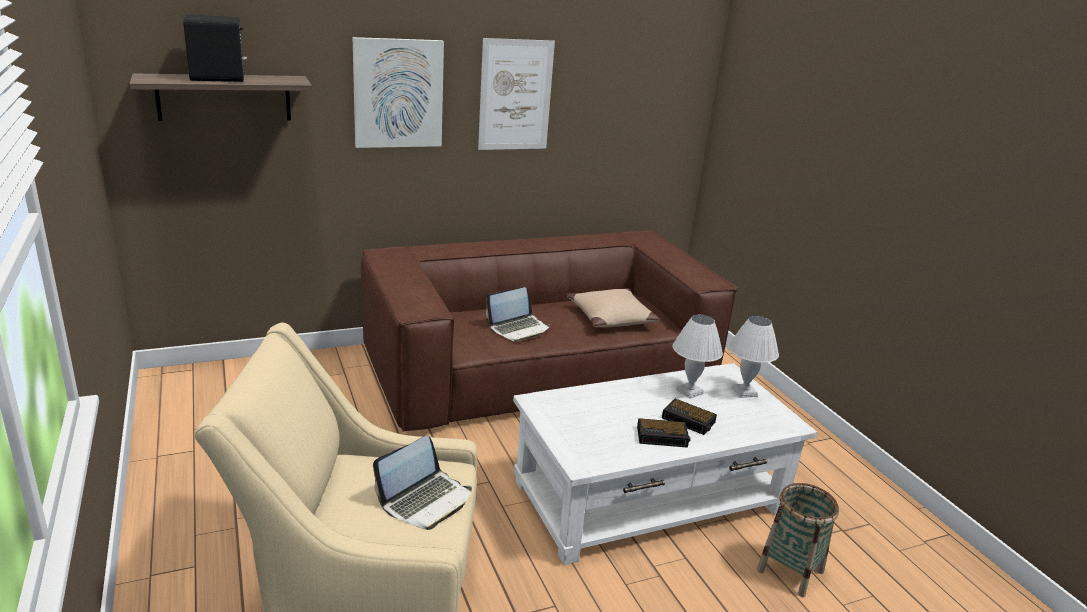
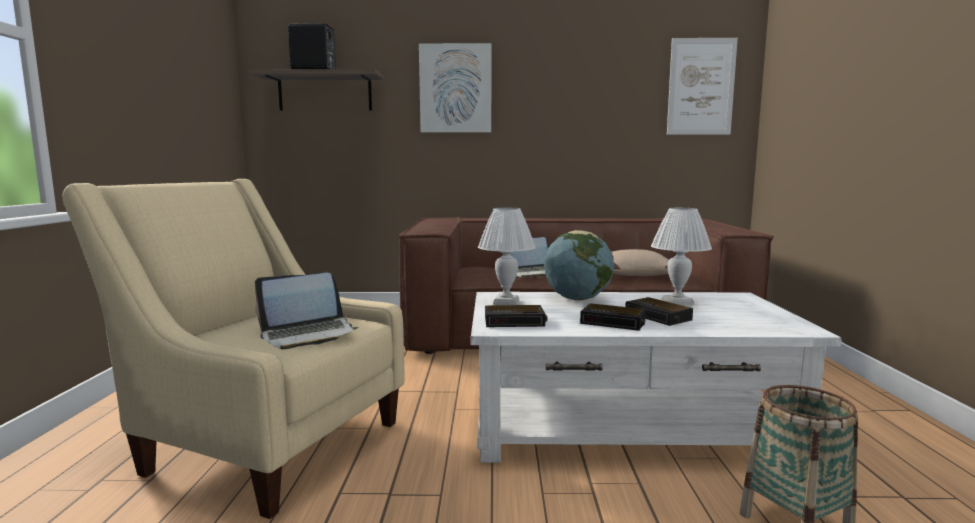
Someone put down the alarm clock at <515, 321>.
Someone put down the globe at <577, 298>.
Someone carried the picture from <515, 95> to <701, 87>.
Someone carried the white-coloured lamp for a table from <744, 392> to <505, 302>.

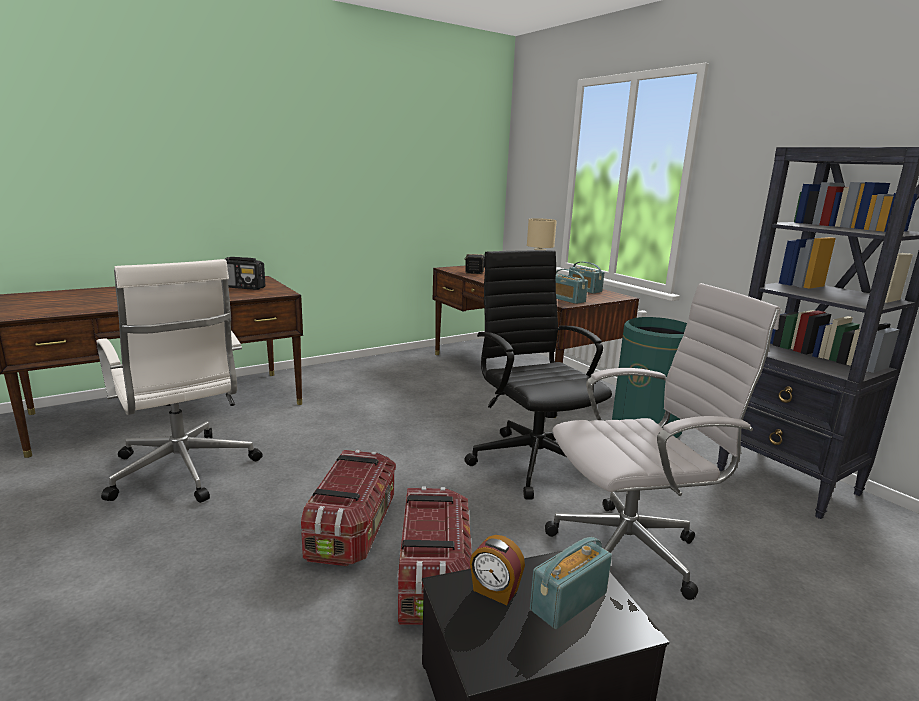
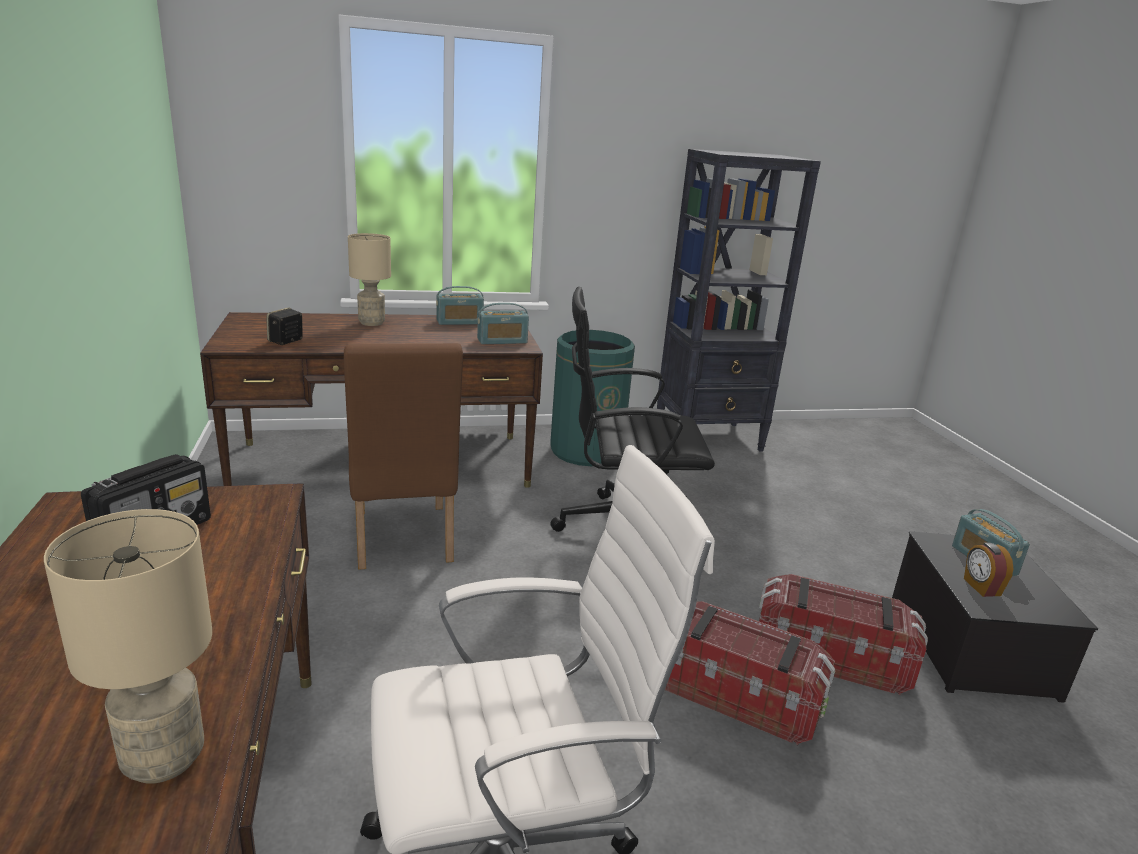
Someone took away the white-coloured desk chair at <632, 551>.
Someone put down the sand-coloured lamp for a table at <164, 759>.
Someone put down the brownish chair at <402, 542>.
Someone rotated the alarm clock at <495, 591> by 120 degrees clockwise.

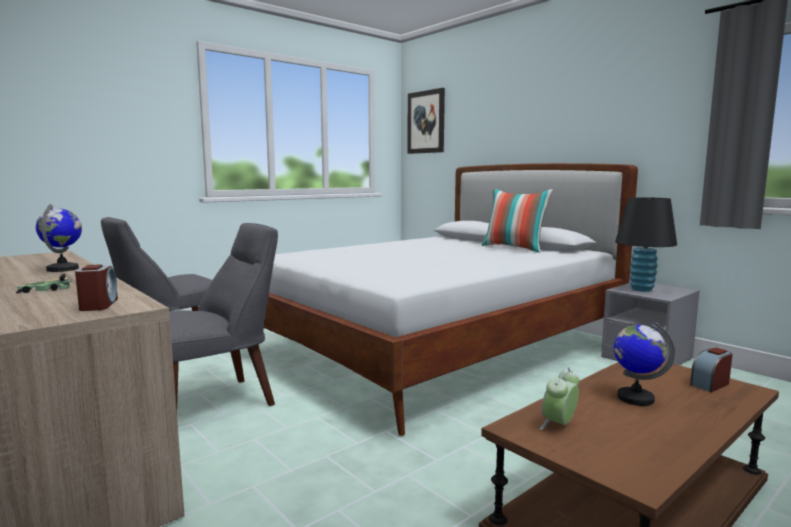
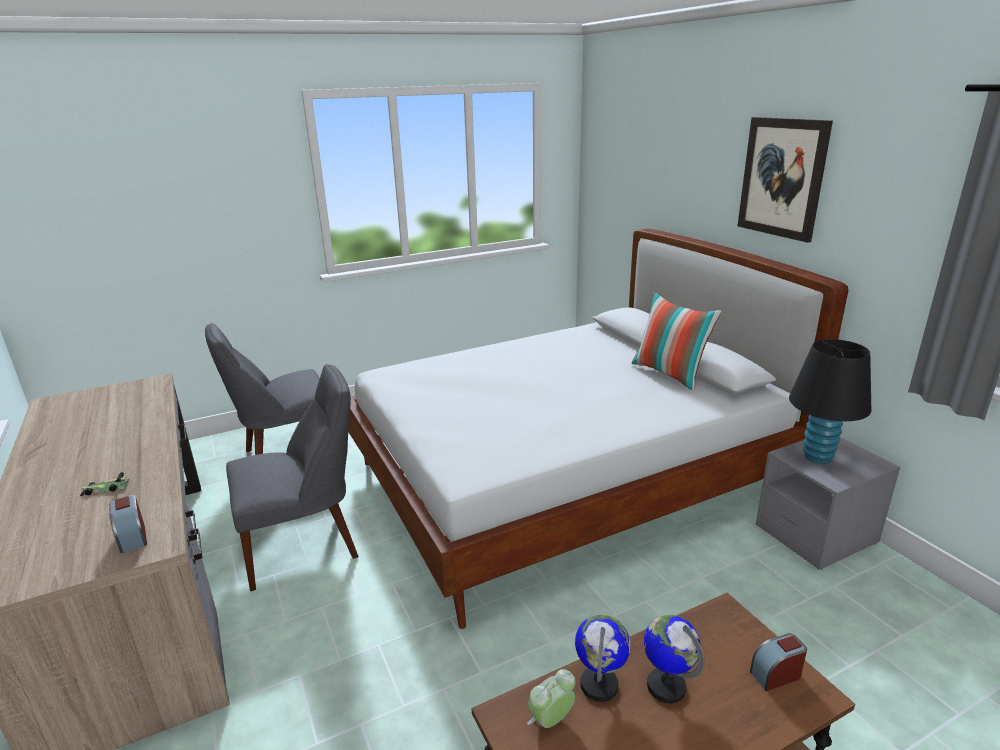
Someone carried the globe from <63, 269> to <599, 685>.
Someone carried the picture from <426, 122> to <782, 178>.
Someone rotated the alarm clock at <99, 305> by 150 degrees clockwise.

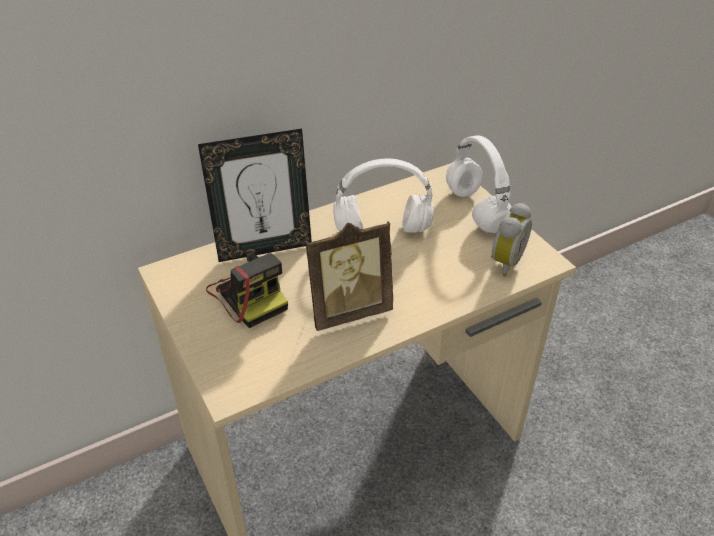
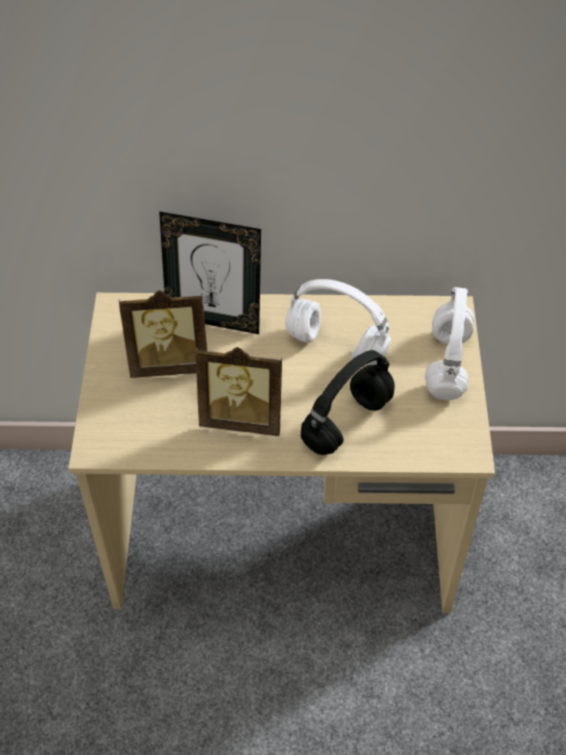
Someone took away the alarm clock at <504, 262>.
Someone put down the black pair of headphones at <347, 421>.
Someone swapped the still camera at <249, 295> for the standing frame at <169, 363>.

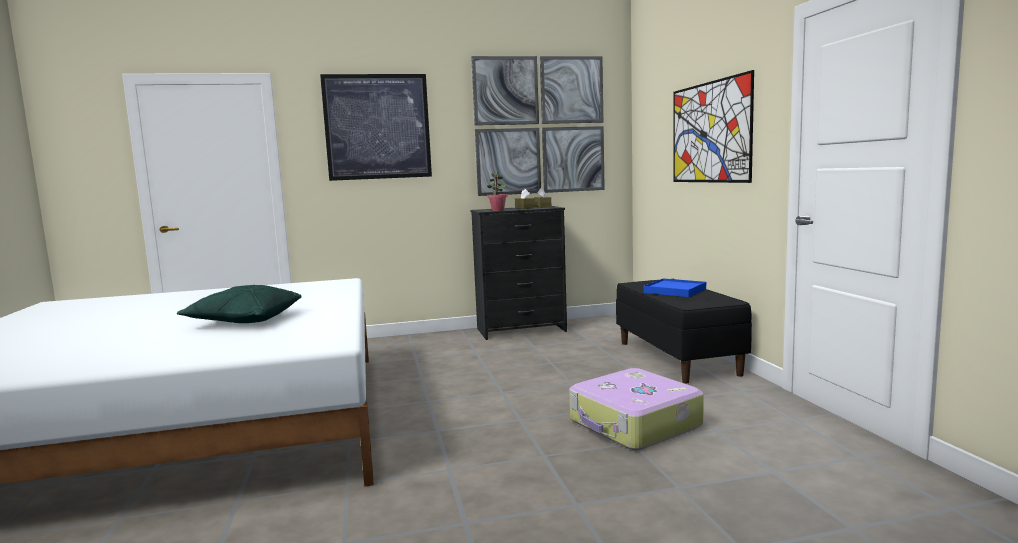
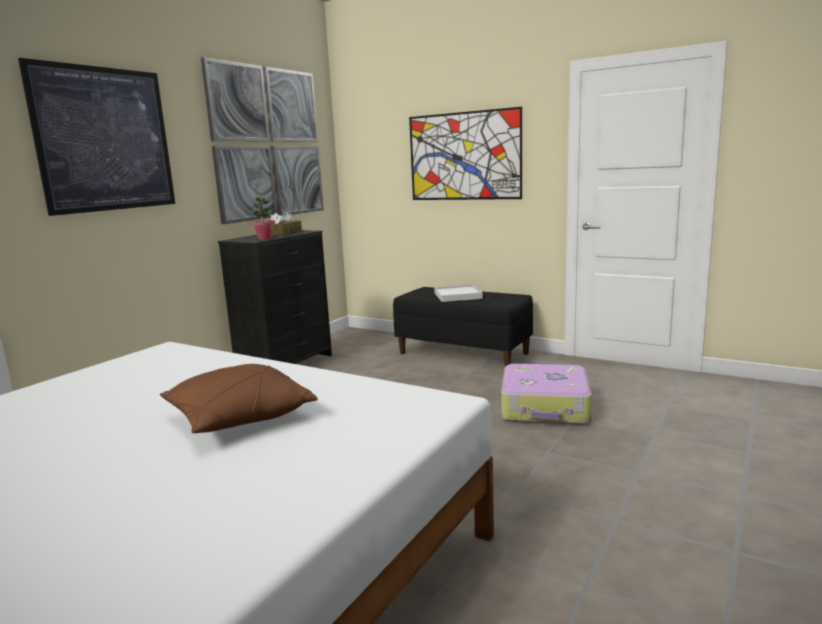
Someone repainted the green pillow at <244, 320>, which became the brownish pillow at <238, 418>.
Someone repainted the blue-coloured serving tray at <674, 290>, which became the white-coloured serving tray at <457, 296>.

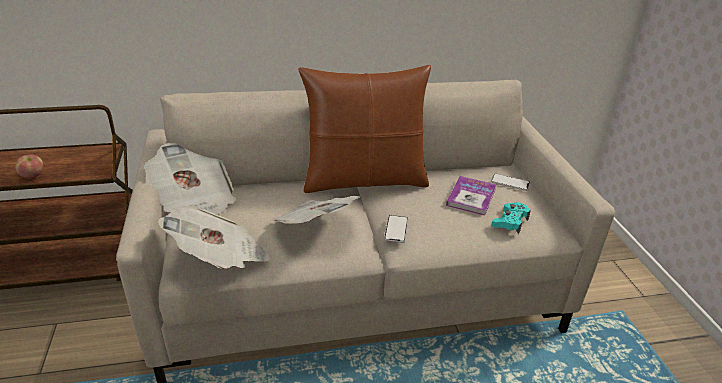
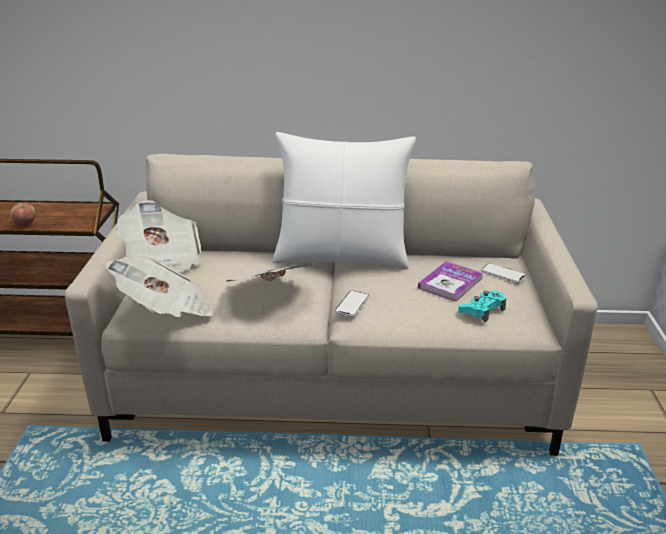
Someone repainted the brownish pillow at <364, 180>, which became the white-coloured pillow at <342, 257>.

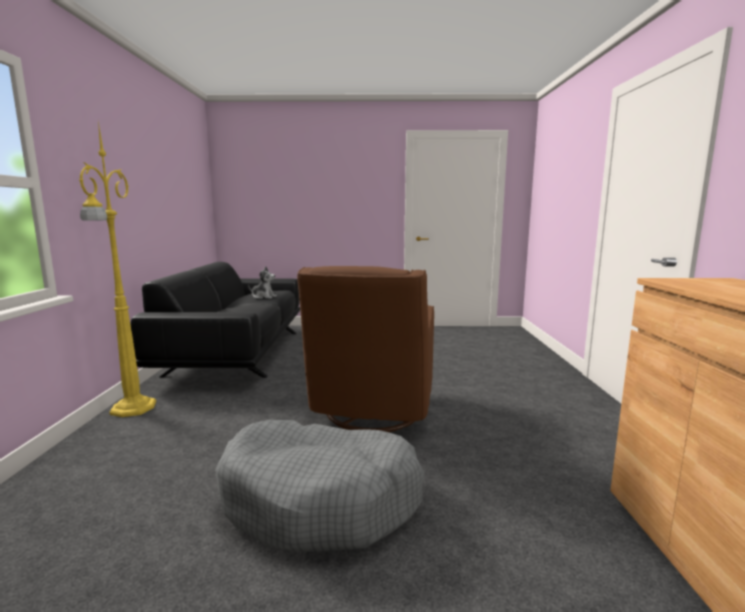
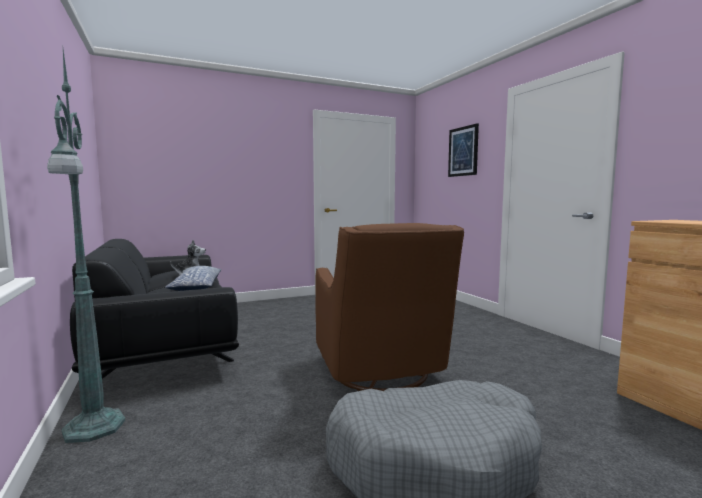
Someone put down the pillow at <196, 287>.
Someone put up the picture at <463, 151>.
Someone repainted the yellowish standard lamp at <132, 409>, which became the green standard lamp at <93, 428>.

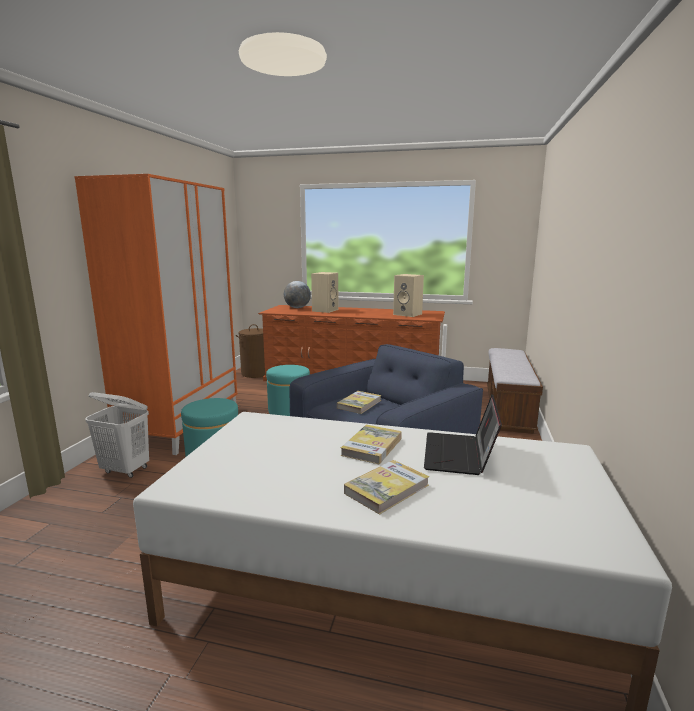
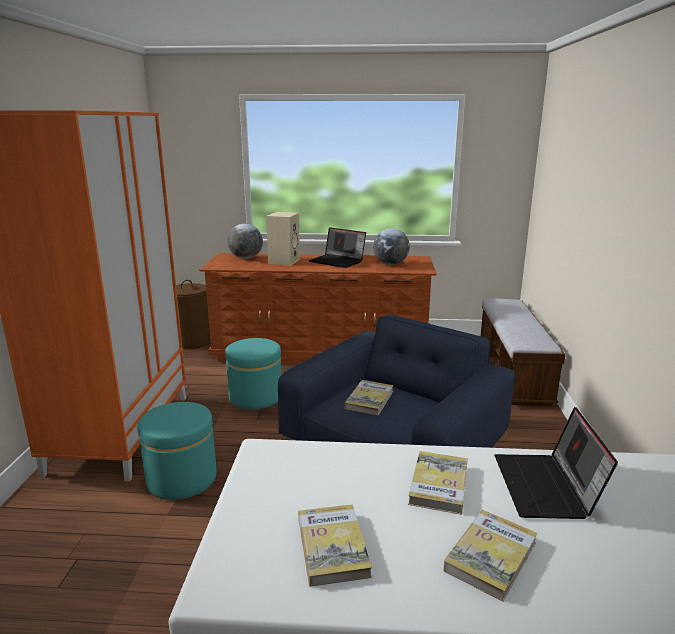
Someone took away the white-coloured laundry basket at <125, 470>.
Someone put down the volume at <332, 547>.
Someone put down the portable computer at <338, 261>.
Someone swapped the sand-coloured loudspeaker at <408, 314> for the globe at <390, 264>.

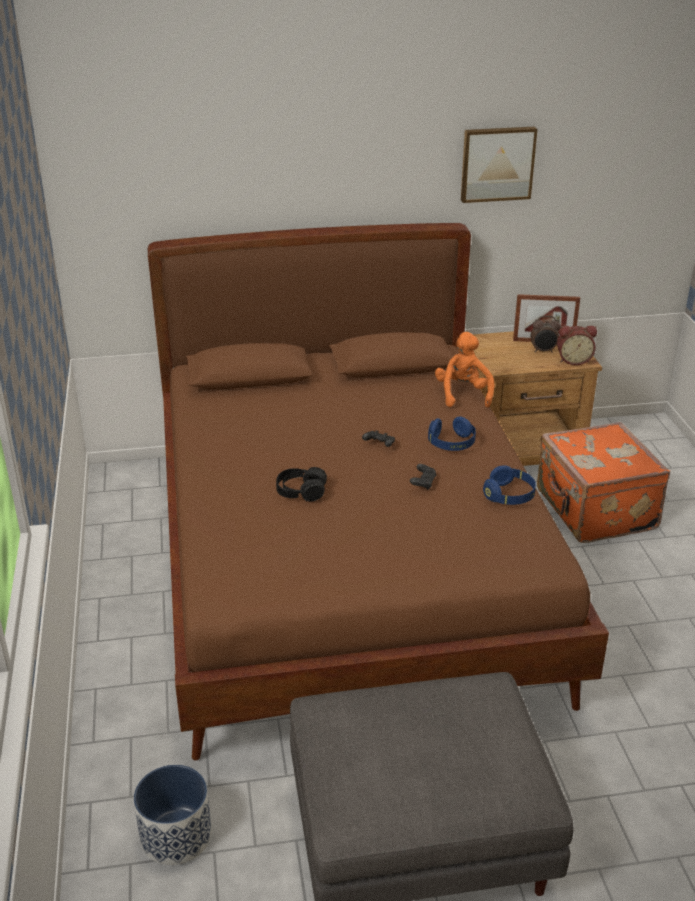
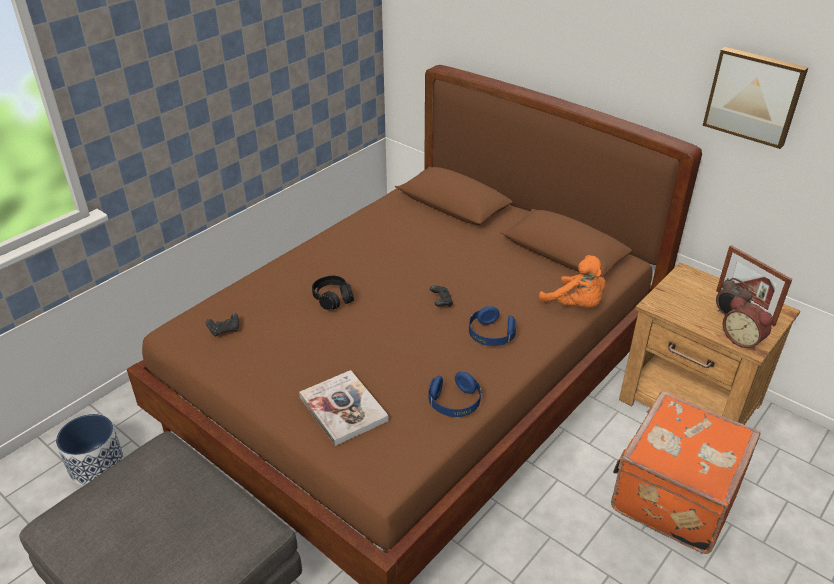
Someone put down the volume at <343, 409>.
Someone carried the black game controller from <423, 483> to <224, 330>.
Someone rotated the orange plush toy at <463, 394> by 90 degrees clockwise.

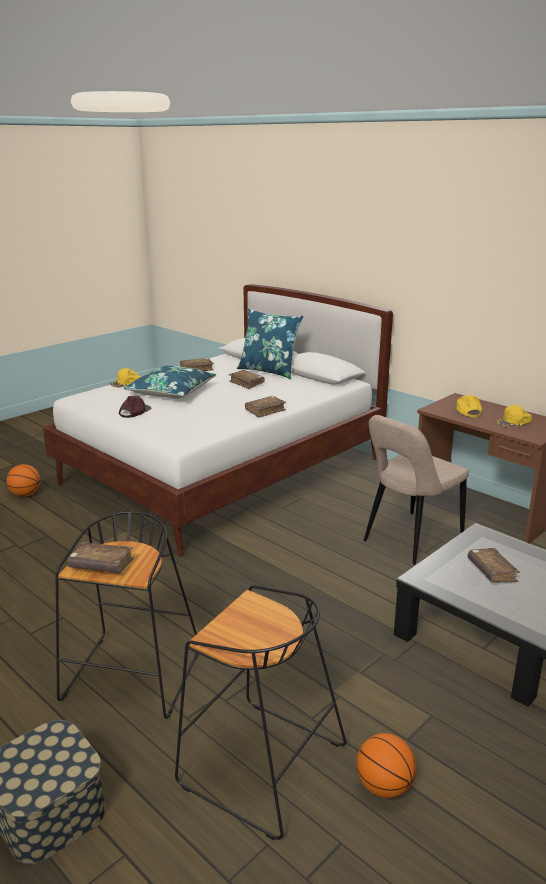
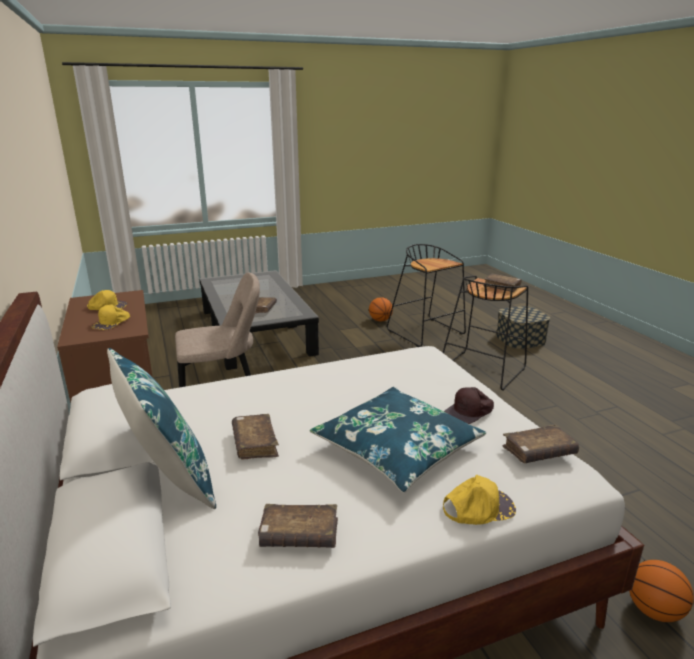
Someone carried the brownish volume from <265, 411> to <538, 452>.

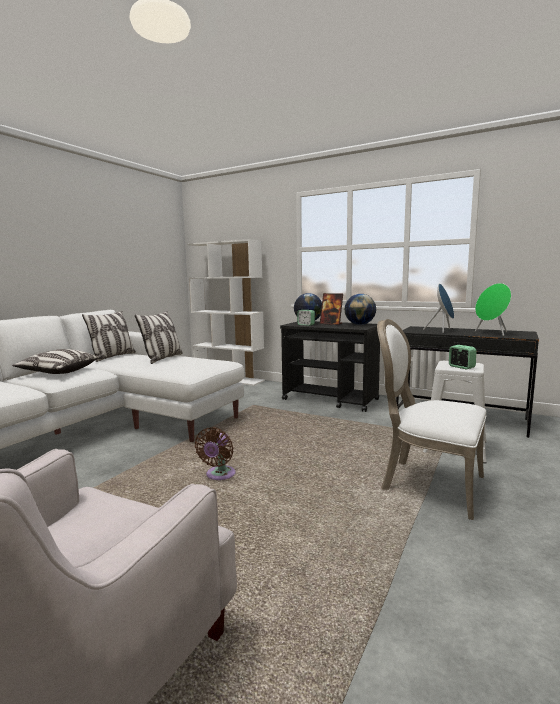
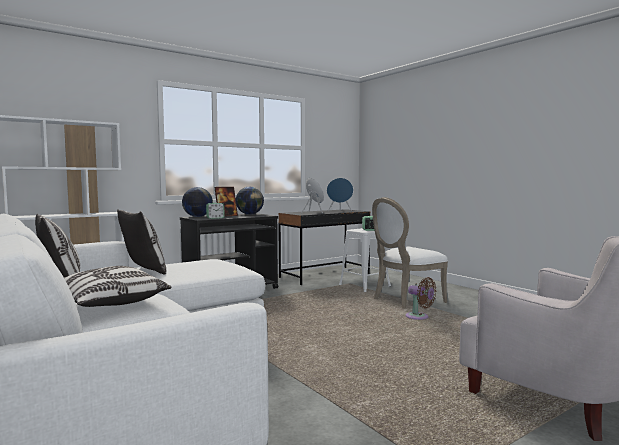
Someone carried the brownish fan from <219, 475> to <419, 317>.
Someone repainted the green loudspeaker at <492, 333>, which became the blue-coloured loudspeaker at <340, 211>.

